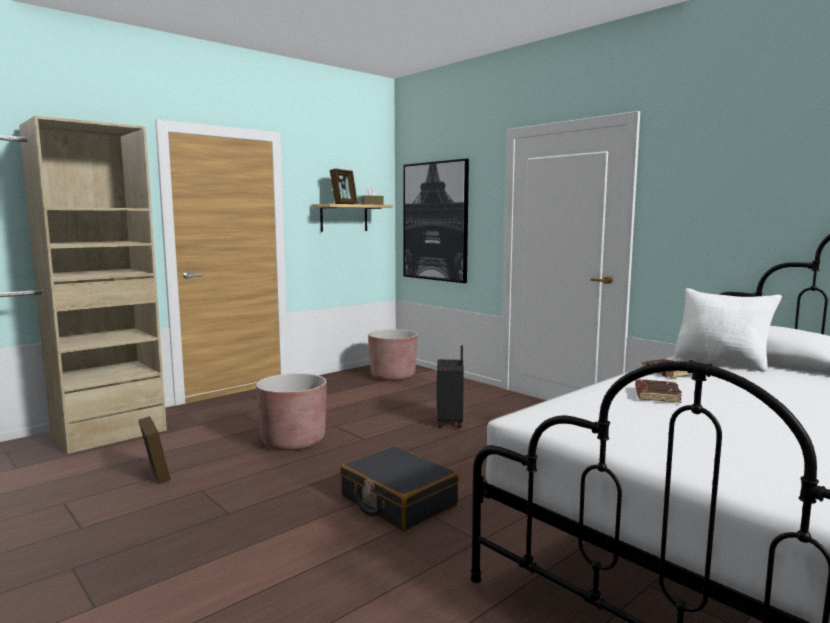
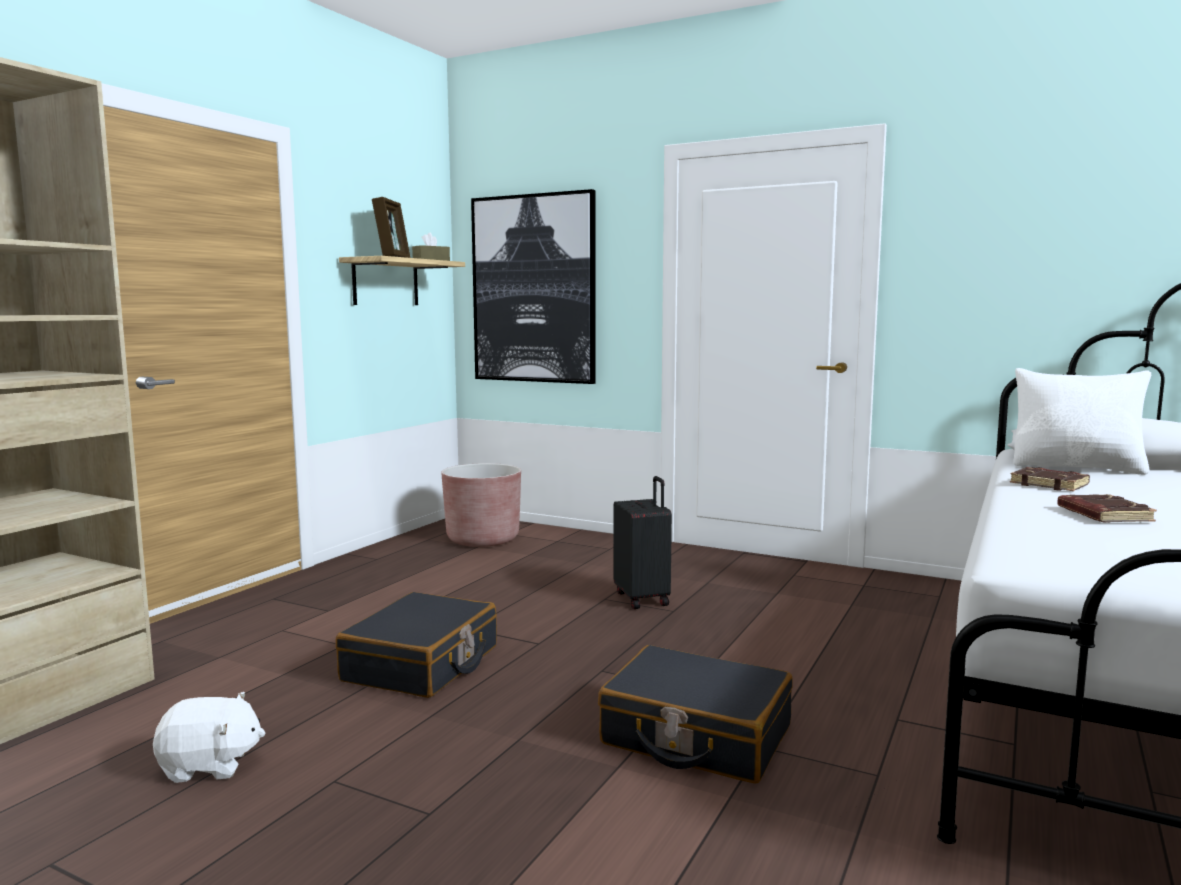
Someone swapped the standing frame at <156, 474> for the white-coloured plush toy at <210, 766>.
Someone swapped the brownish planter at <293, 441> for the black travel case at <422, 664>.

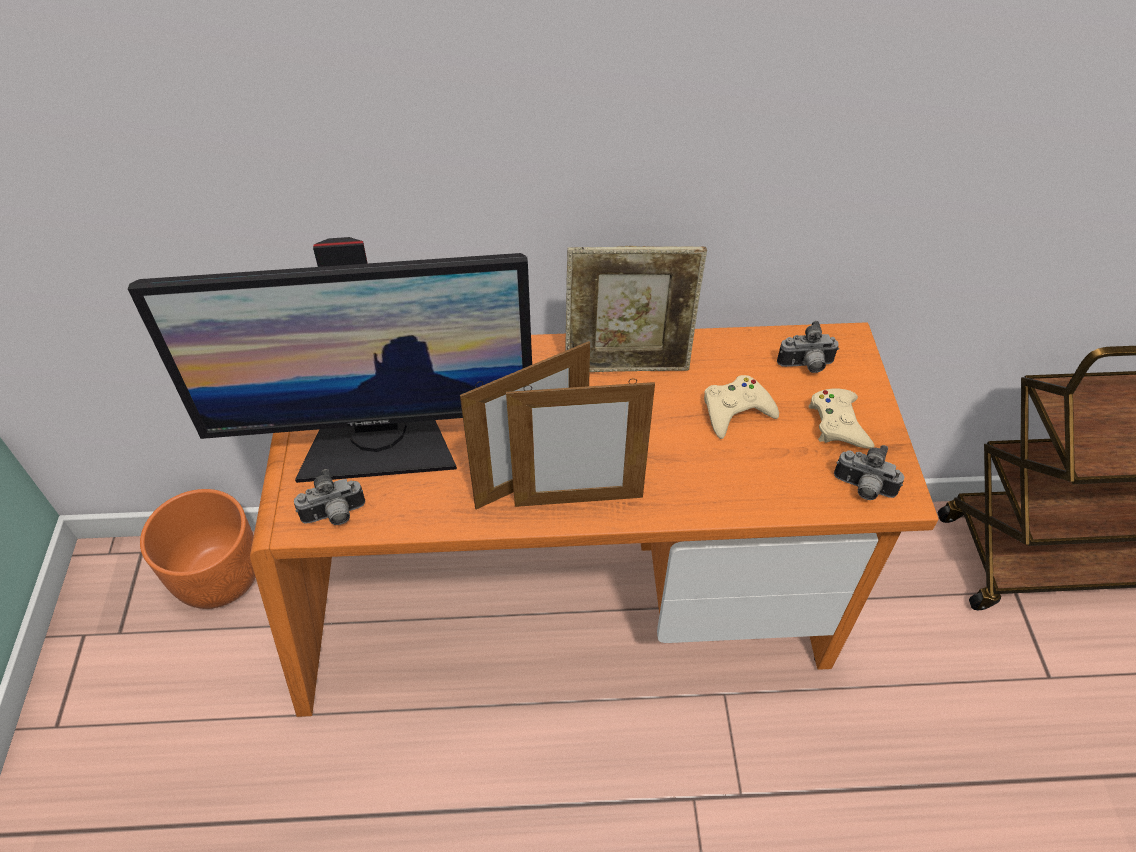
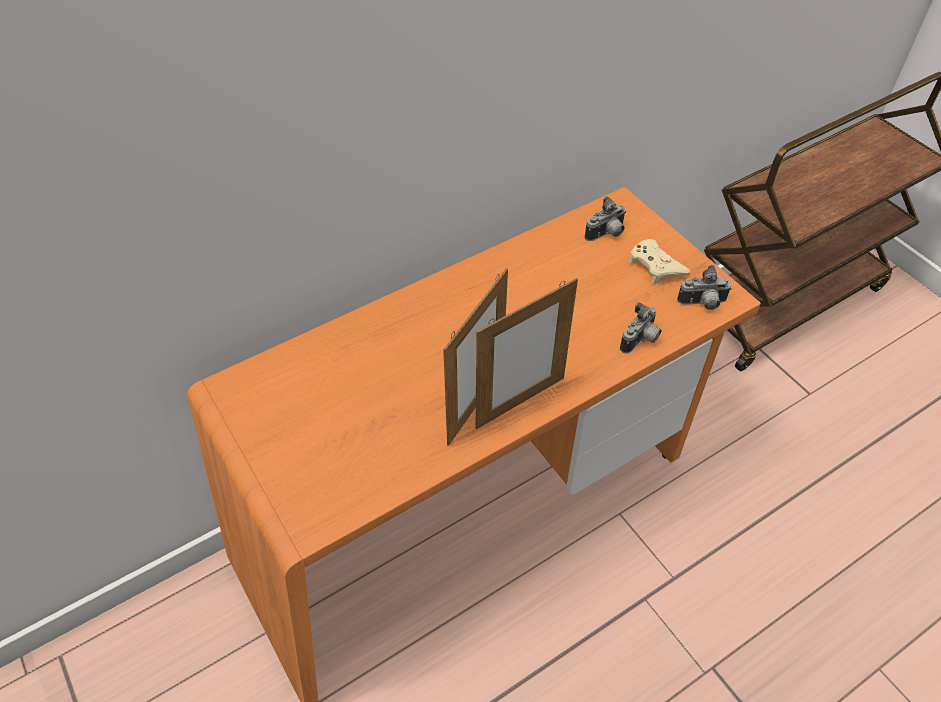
Someone took away the computer display at <377, 443>.
Someone took away the orange planter at <218, 575>.
Someone took away the standing frame at <628, 366>.
Someone took away the sand-coloured game controller at <736, 411>.
Someone carried the still camera from <334, 516> to <641, 340>.

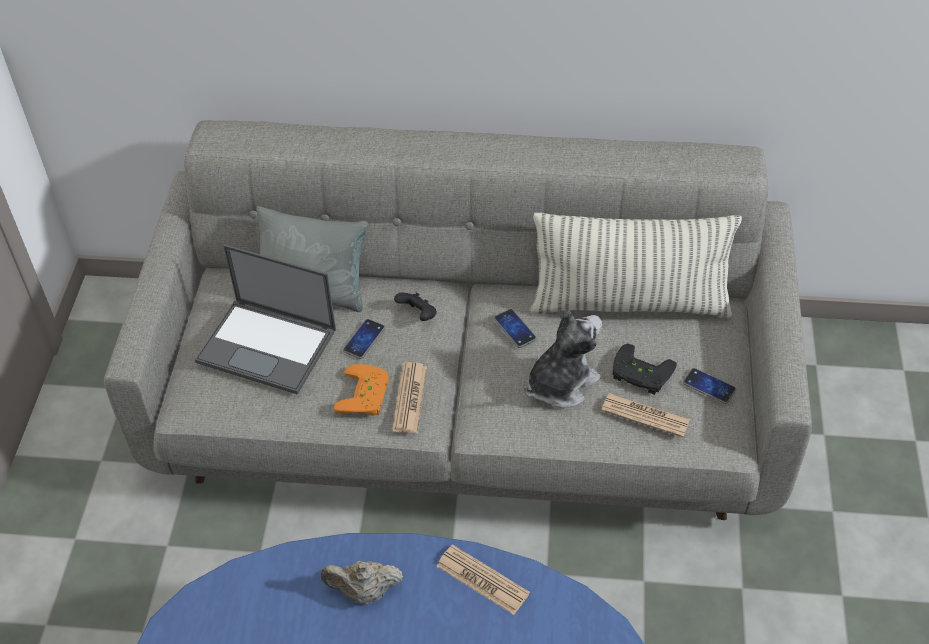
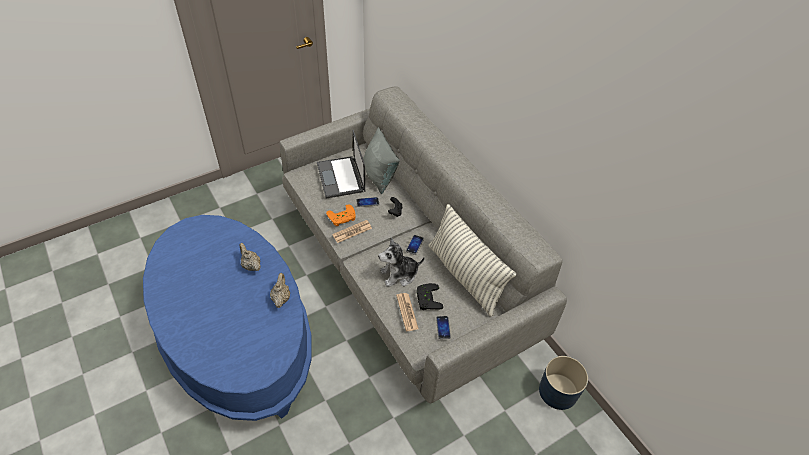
Someone put down the blue-coloured planter at <558, 391>.
Someone swapped the printed paper at <482, 580> for the sand-coloured teapot at <281, 298>.
Someone rotated the plush toy at <560, 383> by 150 degrees clockwise.

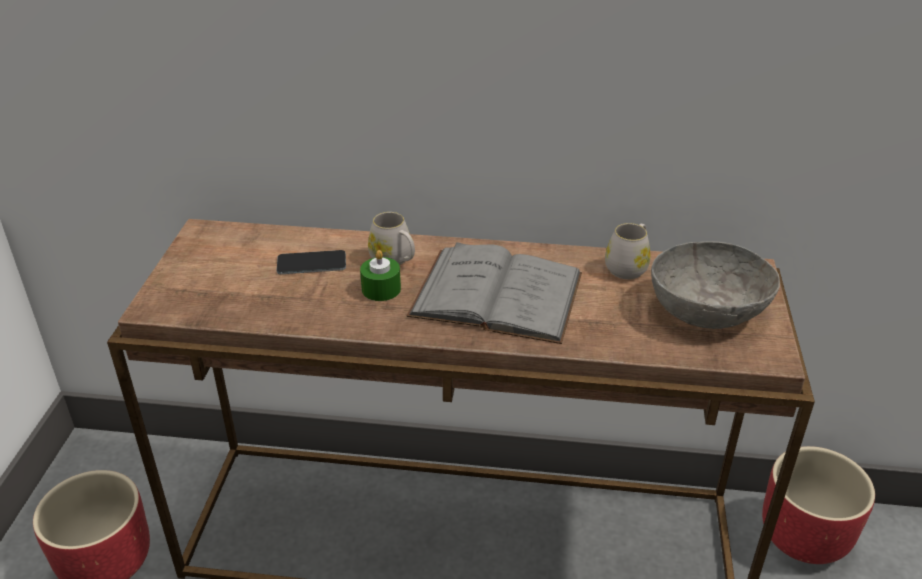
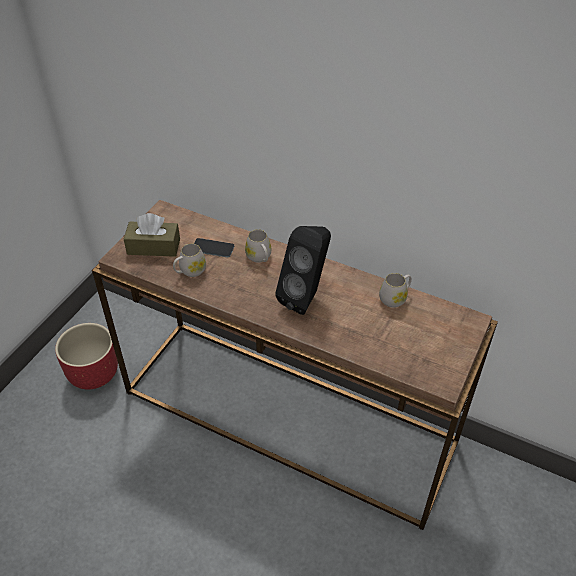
Someone took away the green candle at <381, 289>.
Someone took away the greyish deep dish at <707, 310>.
Someone took away the red planter at <804, 538>.
Someone put down the brownish box of tissues at <153, 247>.
Someone put down the white-coloured tea mug at <190, 271>.
Someone swapped the greyish volume at <497, 294> for the black loudspeaker at <306, 297>.

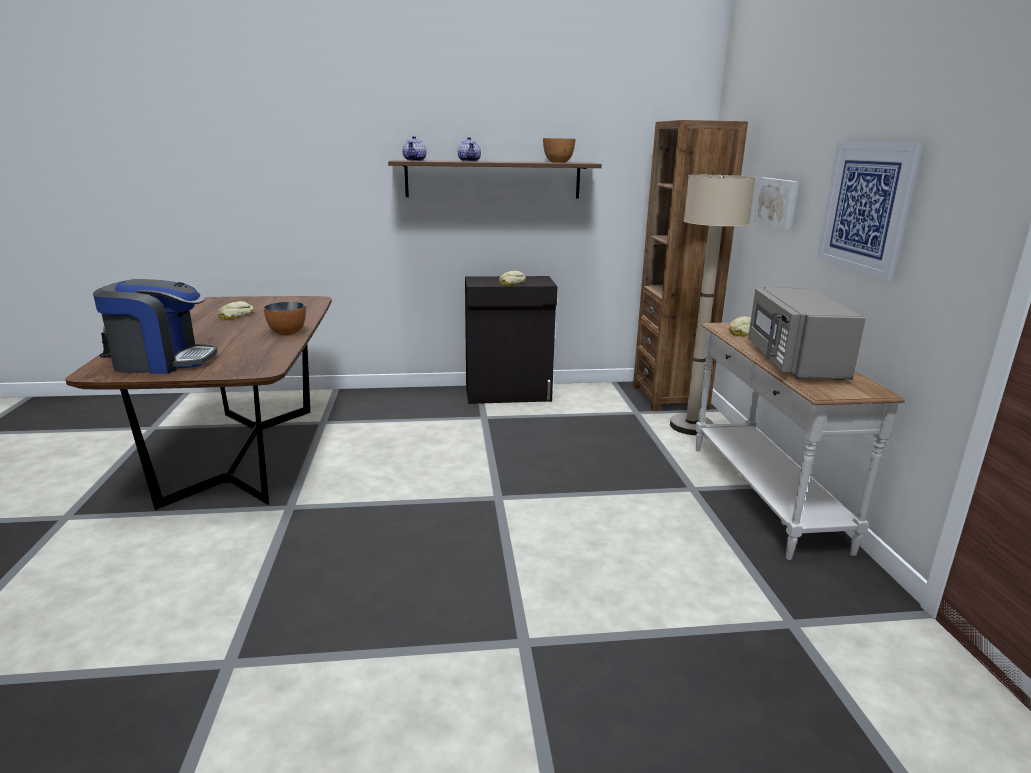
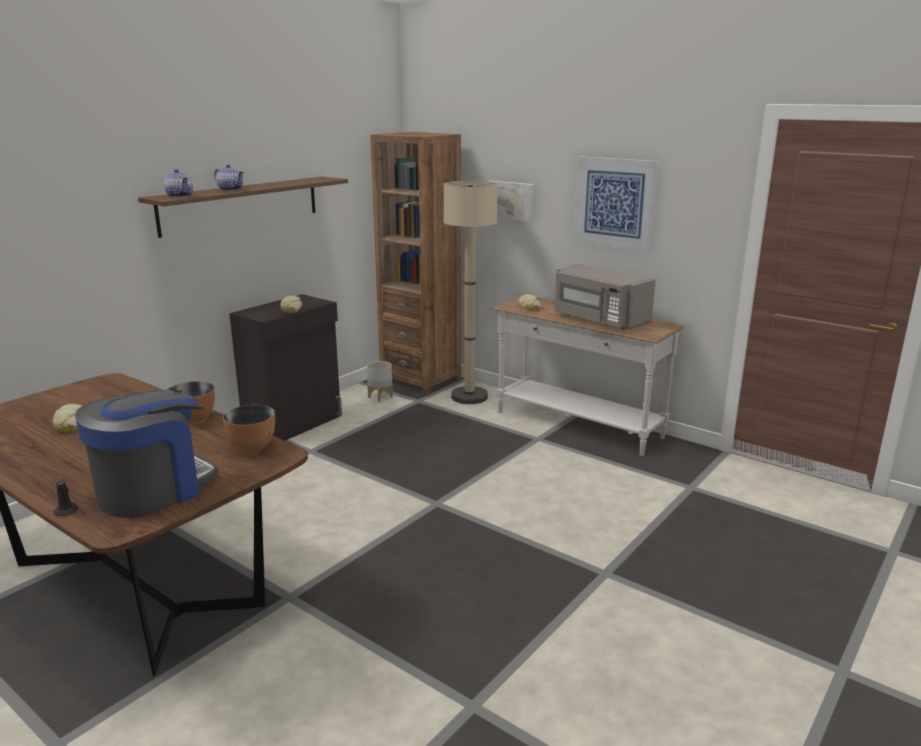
Someone put down the greyish planter at <380, 397>.
Someone carried the deep dish from <558, 162> to <252, 446>.

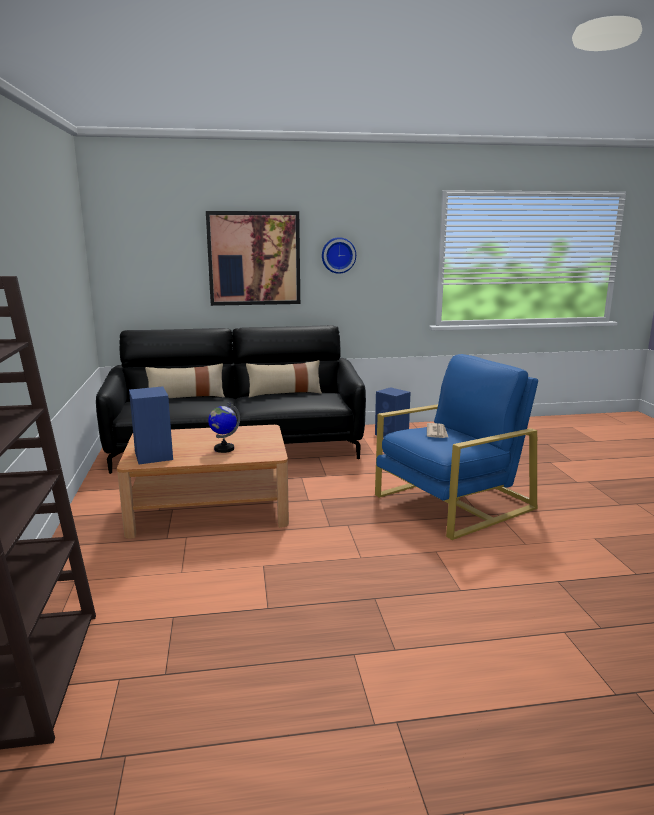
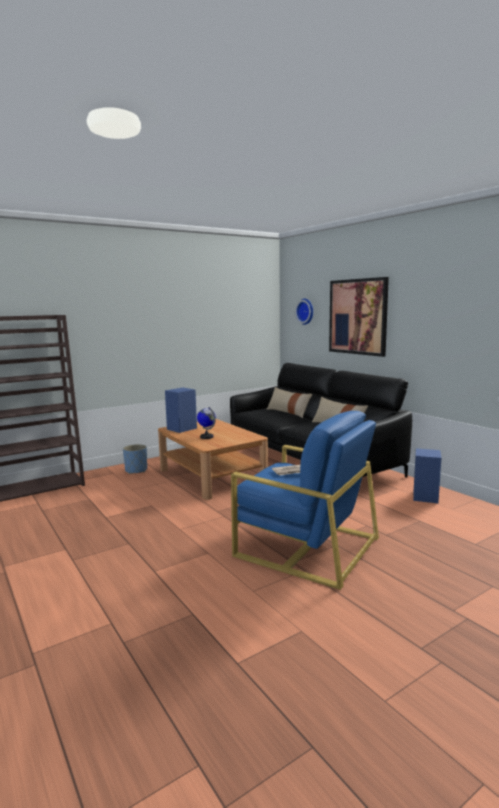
Someone put down the blue-coloured planter at <136, 470>.
Someone carried the wall clock from <338, 255> to <306, 311>.

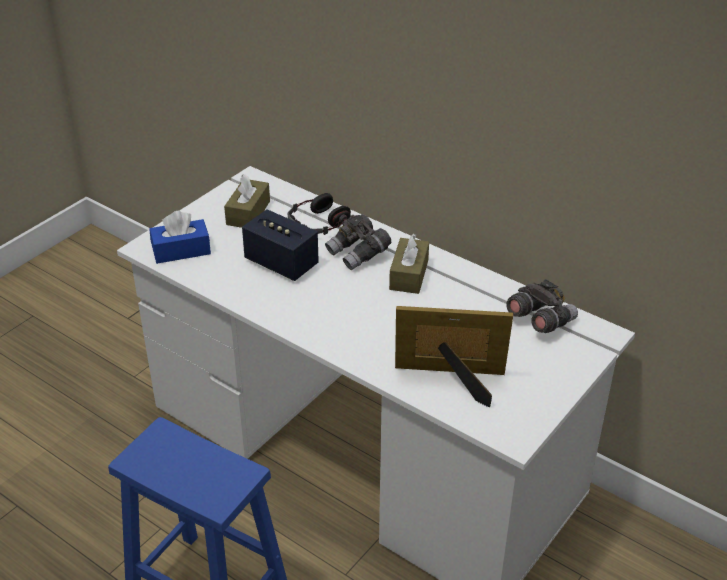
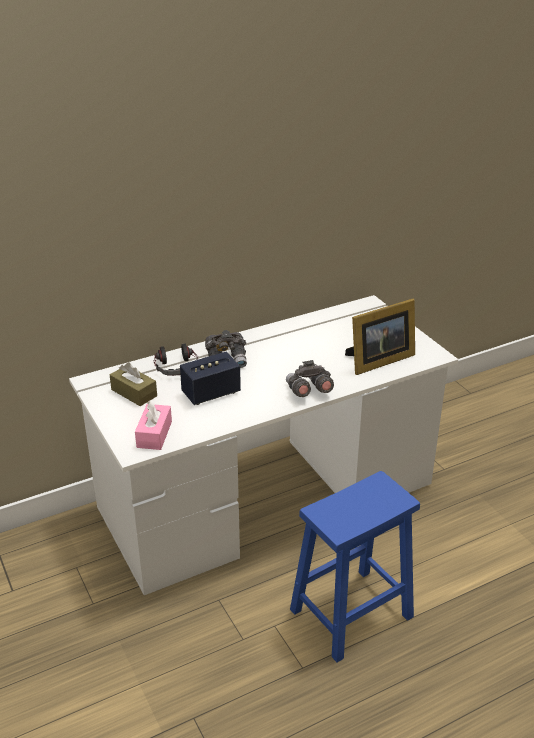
Someone took away the brownish box of tissues at <409, 275>.
Someone carried the greyish binoculars from <540, 321> to <308, 391>.
Someone repainted the blue-coloured box of tissues at <181, 250>, which became the pink box of tissues at <154, 434>.
Someone rotated the standing frame at <453, 380> by 150 degrees counterclockwise.

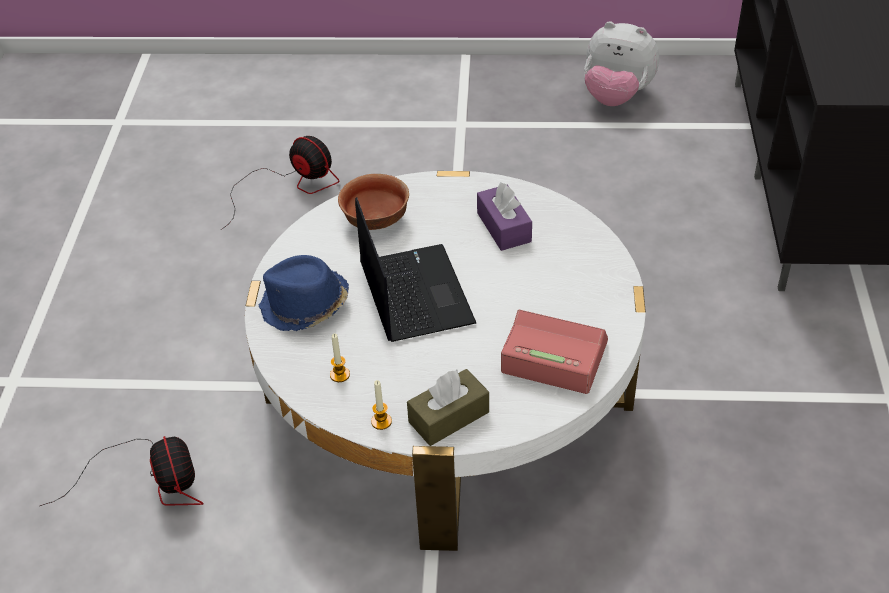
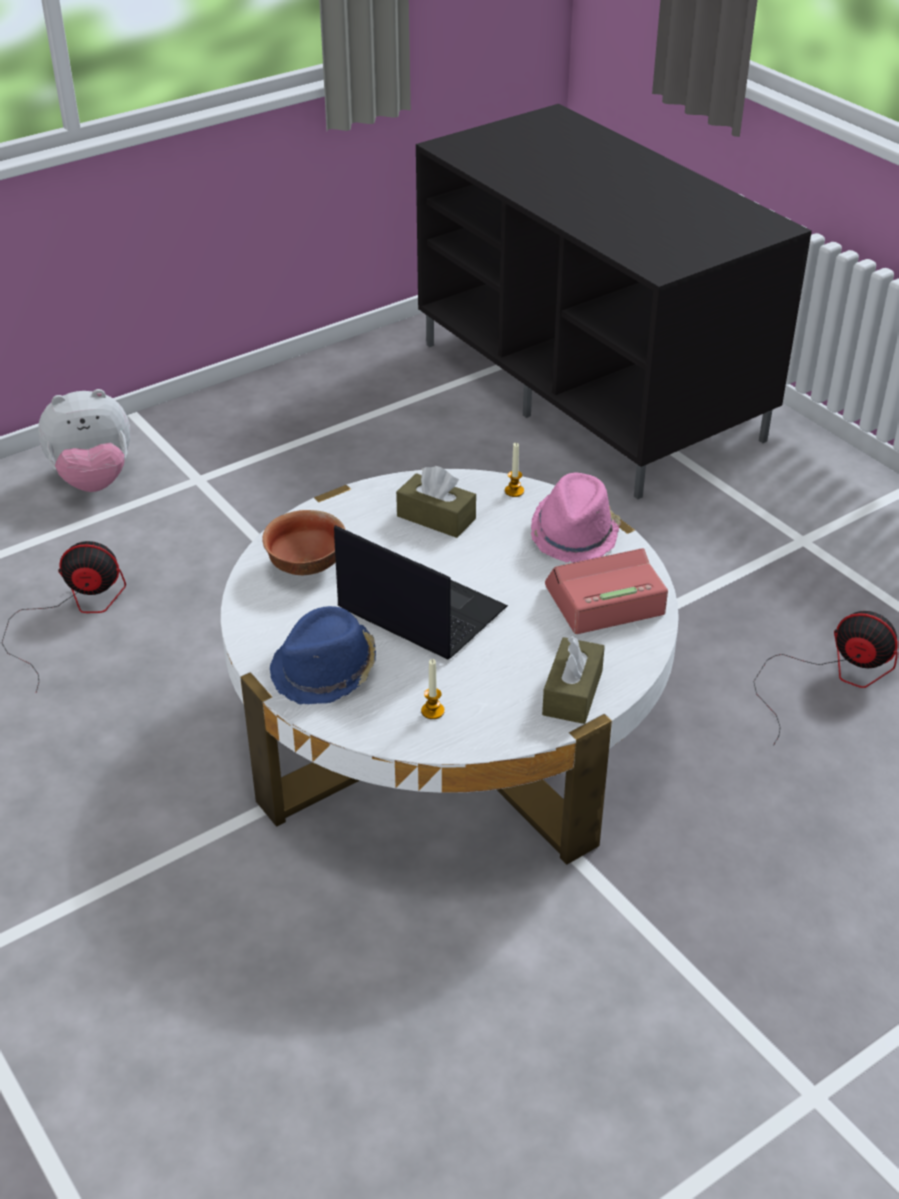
Someone put down the pink clothing hat at <575, 534>.
Someone carried the fan from <153, 481> to <829, 678>.
Someone carried the candle from <381, 421> to <514, 491>.
Someone carried the plush toy from <616, 97> to <93, 480>.
Someone repainted the purple-coloured box of tissues at <504, 227>, which became the brownish box of tissues at <436, 517>.

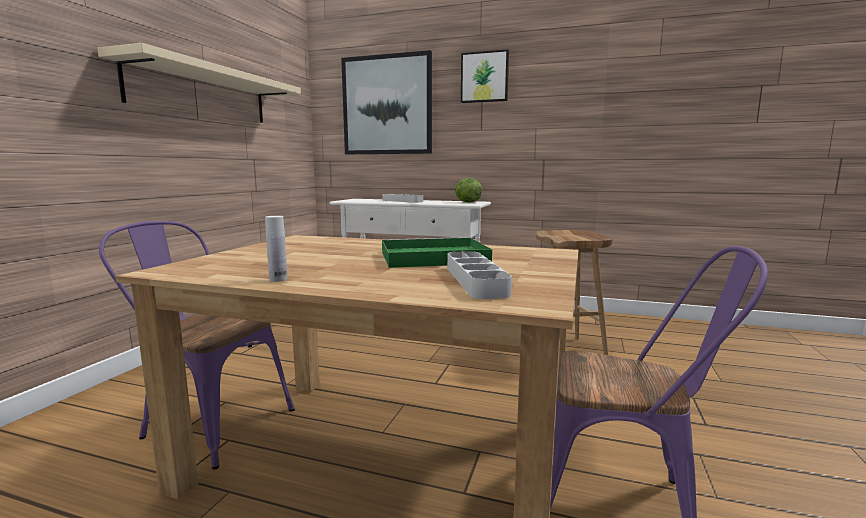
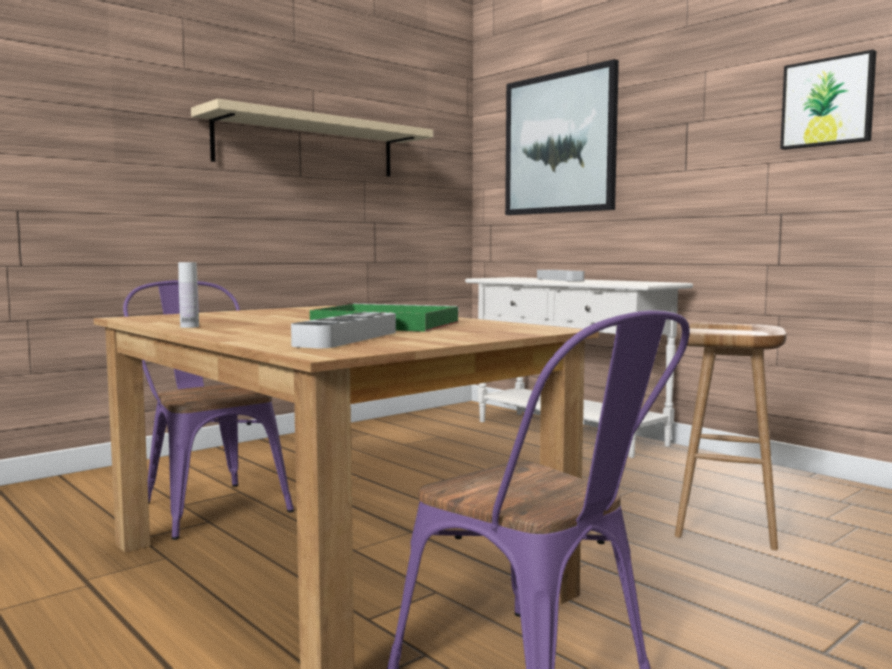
Someone took away the lettuce at <467, 202>.
Someone carried the picture from <484, 77> to <828, 102>.

